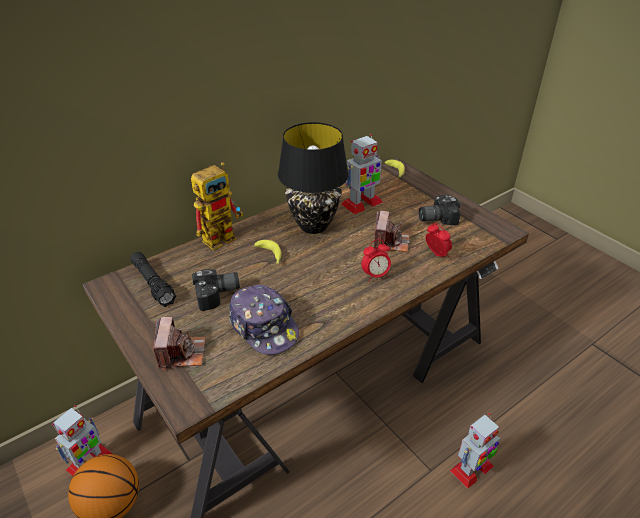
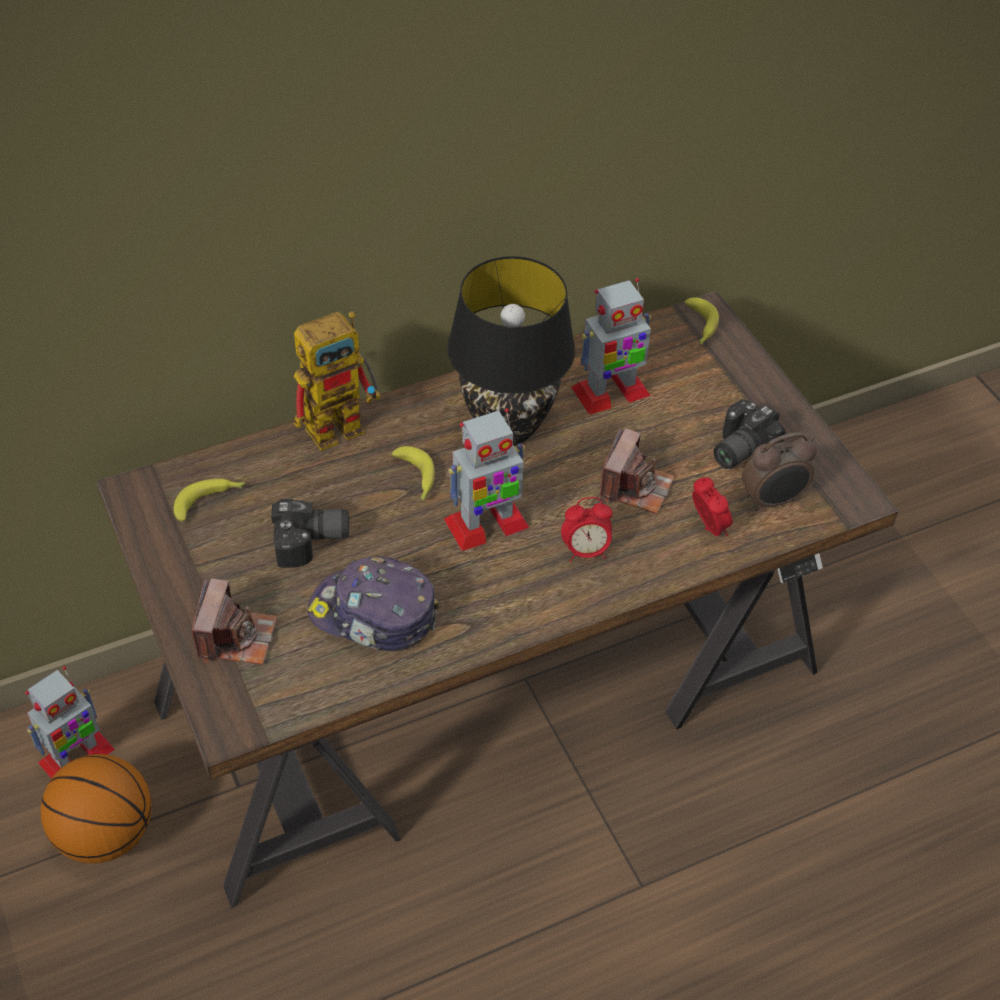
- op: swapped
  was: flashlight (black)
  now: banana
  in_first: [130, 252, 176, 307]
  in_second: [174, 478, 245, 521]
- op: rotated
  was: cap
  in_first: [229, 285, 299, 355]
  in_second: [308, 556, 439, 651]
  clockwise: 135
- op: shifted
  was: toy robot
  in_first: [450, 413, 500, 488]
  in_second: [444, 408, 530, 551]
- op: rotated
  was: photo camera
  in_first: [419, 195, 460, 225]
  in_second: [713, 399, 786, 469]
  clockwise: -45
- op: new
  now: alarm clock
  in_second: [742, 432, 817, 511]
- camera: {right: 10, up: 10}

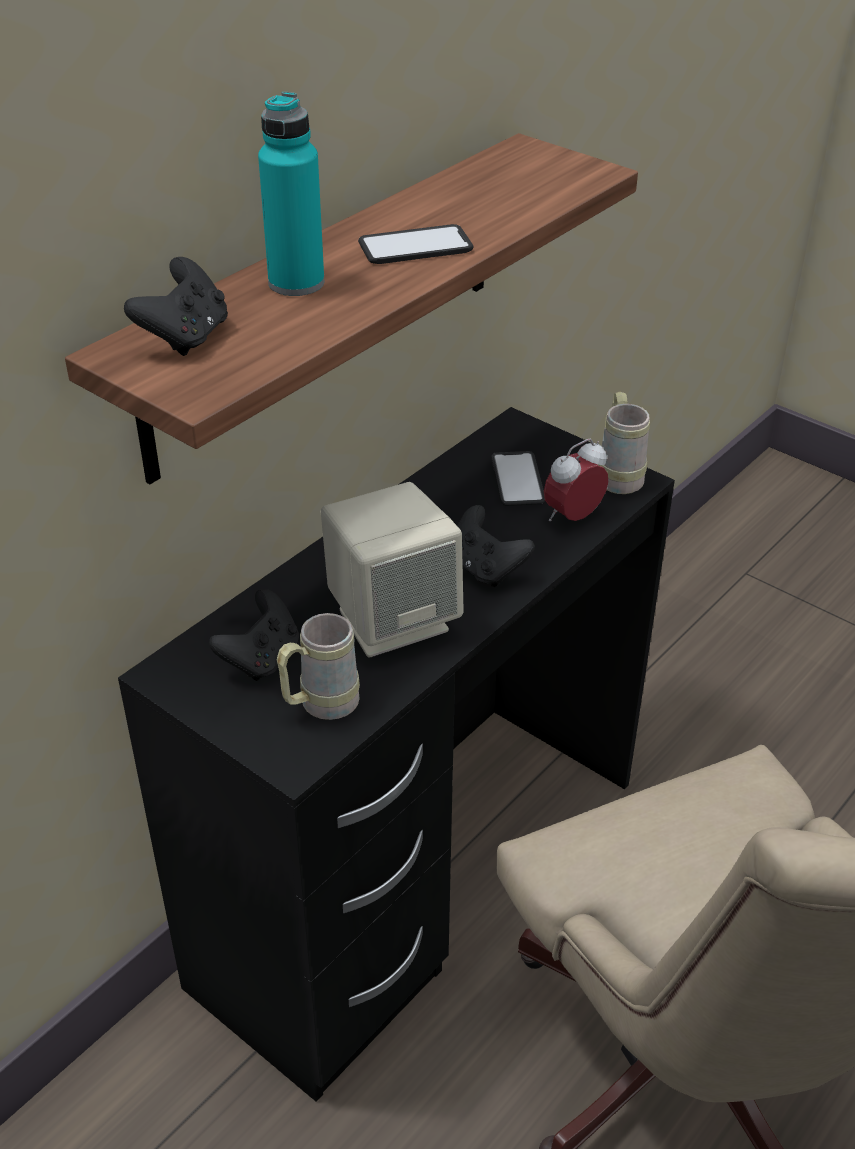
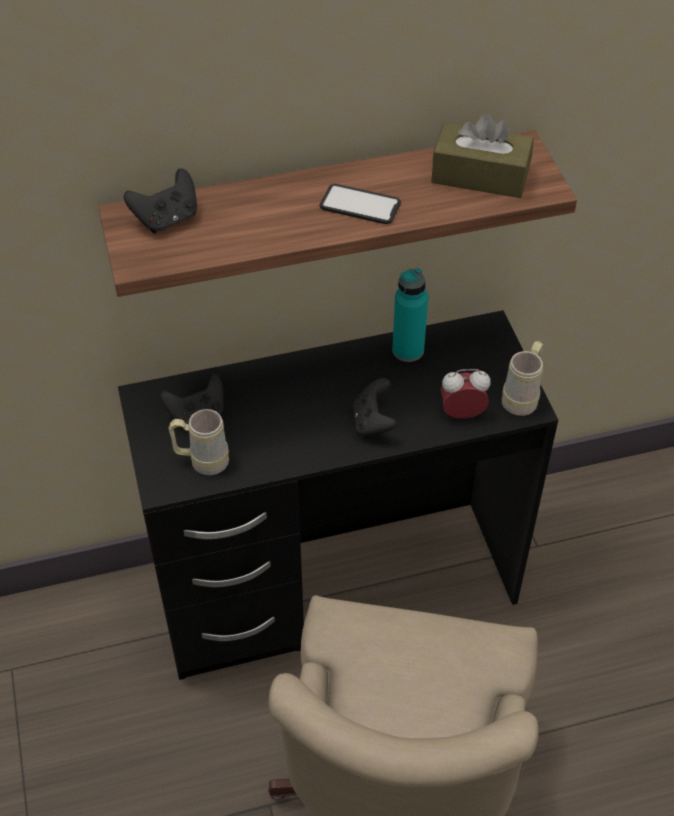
- op: shifted
  was: bottle (turquoise)
  in_first: [258, 92, 324, 296]
  in_second: [392, 268, 428, 362]
- op: new
  now: tissue box (brown)
  in_second: [431, 113, 534, 198]
- op: gone
  was: speaker (beige)
  in_first: [321, 482, 464, 657]
- op: gone
  was: phone
  in_first: [491, 451, 545, 506]
- camera: {right: 35, up: 10}

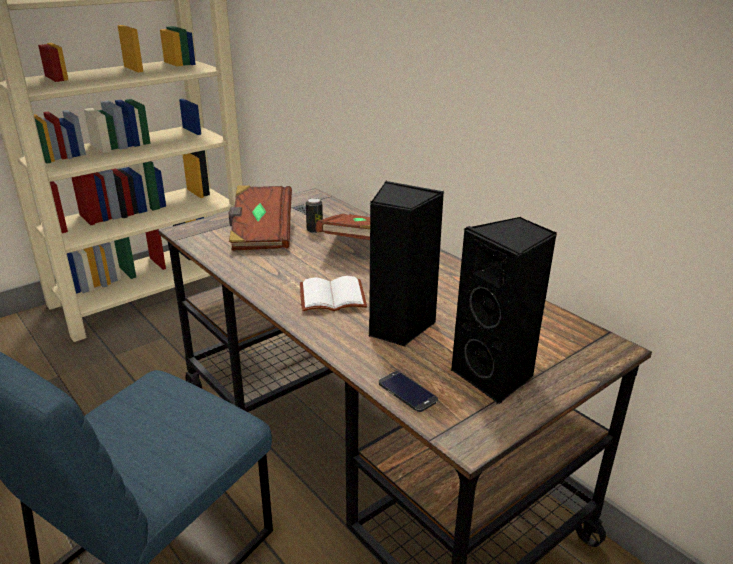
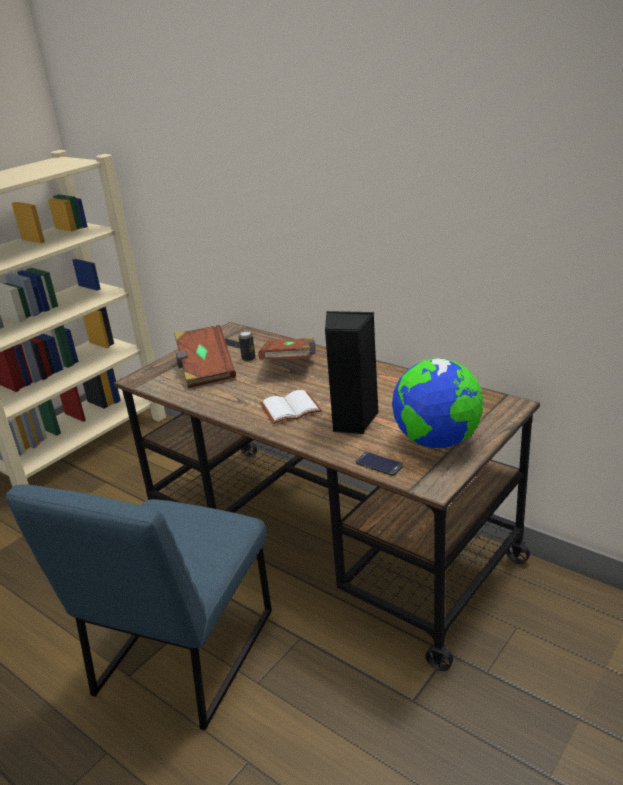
- op: swapped
  was: speaker (black)
  now: globe
  in_first: [451, 217, 557, 405]
  in_second: [392, 358, 483, 448]
- camera: {right: -10, up: 0}

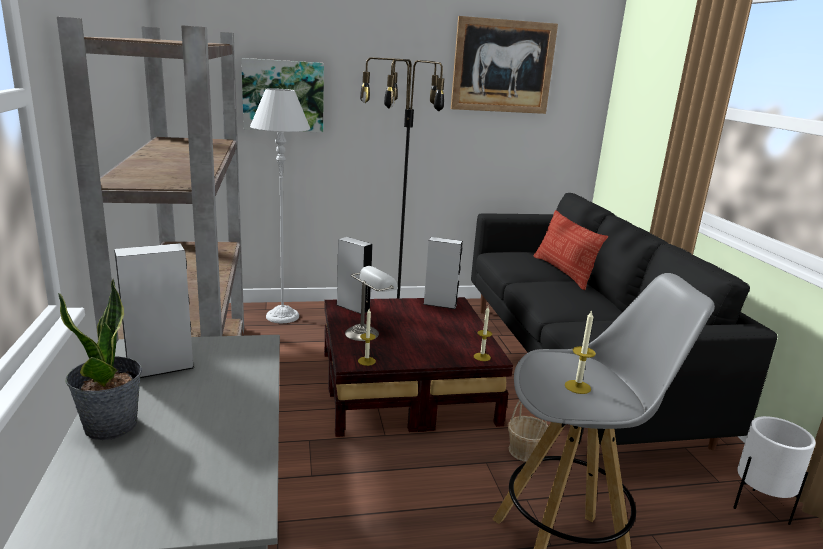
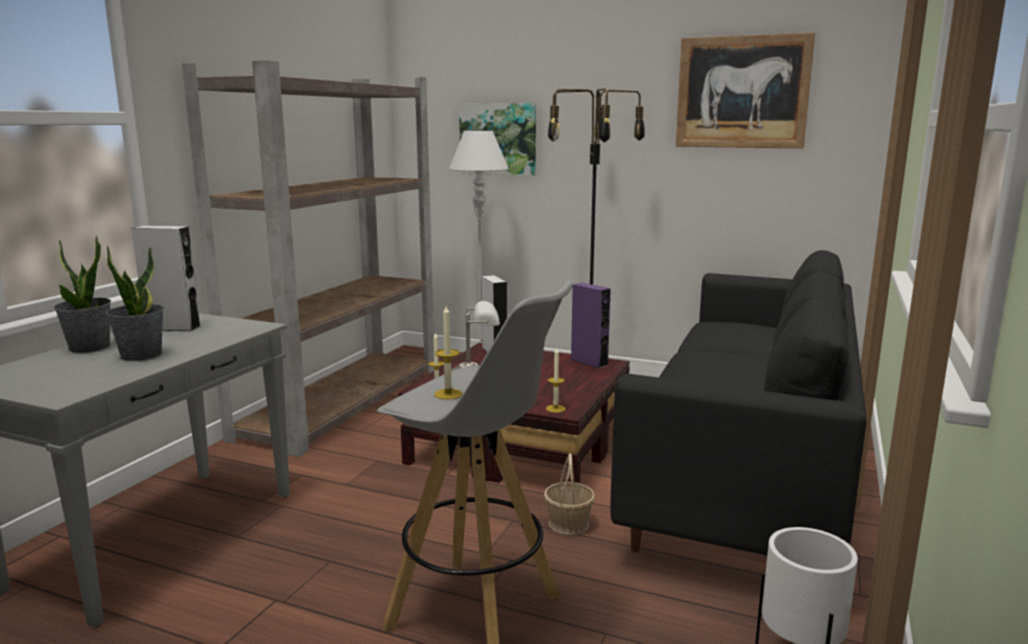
- op: new
  now: potted plant
  in_second: [106, 246, 164, 361]
- op: repainted
  was: speaker (grey)
  now: speaker (purple)
  in_first: [423, 237, 463, 309]
  in_second: [571, 283, 611, 369]
- op: gone
  was: pillow
  in_first: [534, 210, 609, 290]
- camera: {right: 35, up: -5}

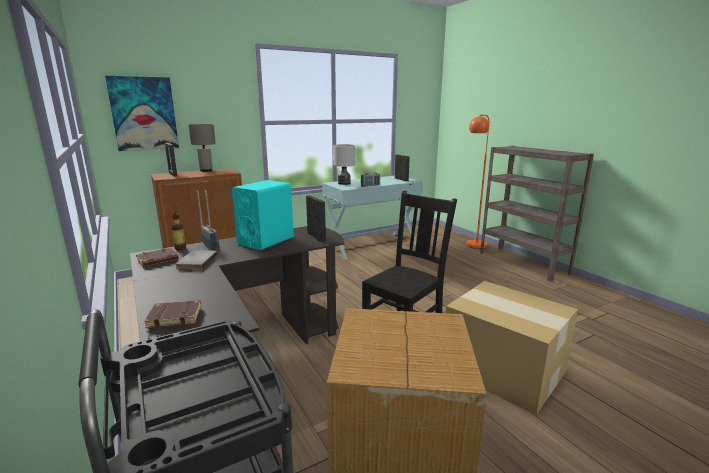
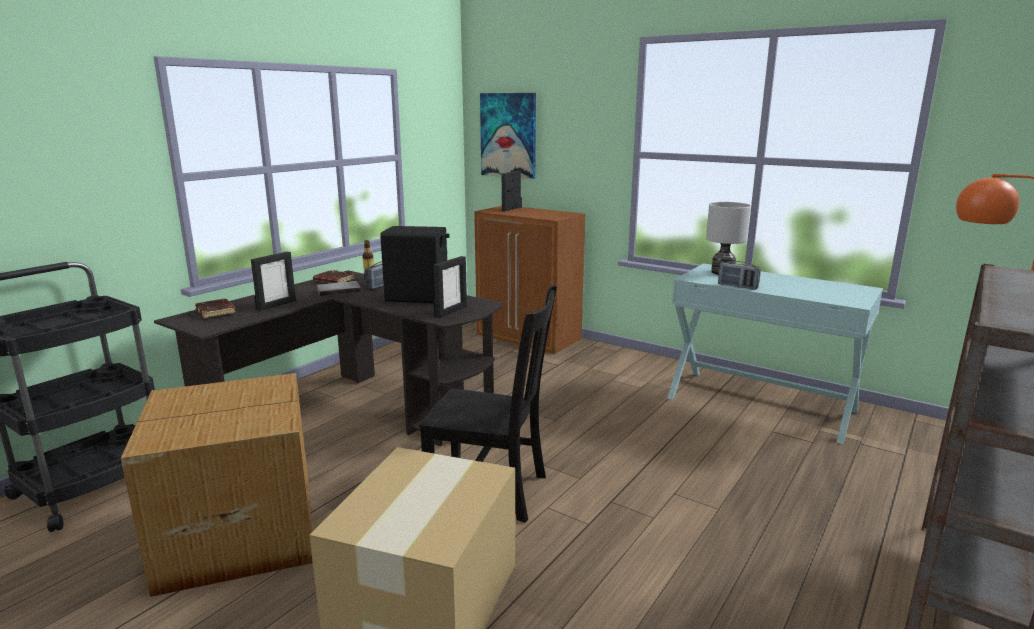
- op: shifted
  was: picture frame
  in_first: [395, 155, 410, 181]
  in_second: [251, 252, 296, 311]
- op: repainted
  was: speaker (turquoise)
  now: speaker (black)
  in_first: [232, 180, 294, 250]
  in_second: [380, 226, 449, 303]
- op: gone
  was: table lamp (grey)
  in_first: [189, 124, 216, 172]
- camera: {right: 65, up: 0}

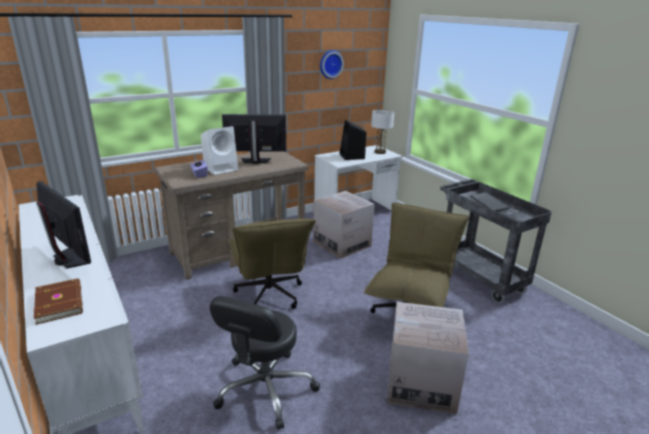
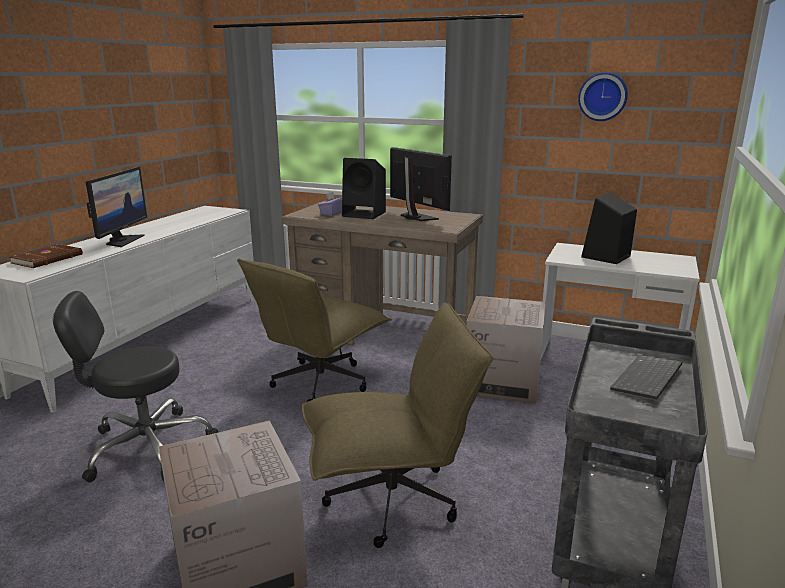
- op: repainted
  was: speaker (white)
  now: speaker (black)
  in_first: [201, 126, 238, 175]
  in_second: [342, 158, 386, 219]
- op: gone
  was: table lamp
  in_first: [371, 109, 394, 154]
- camera: {right: 55, up: -5}

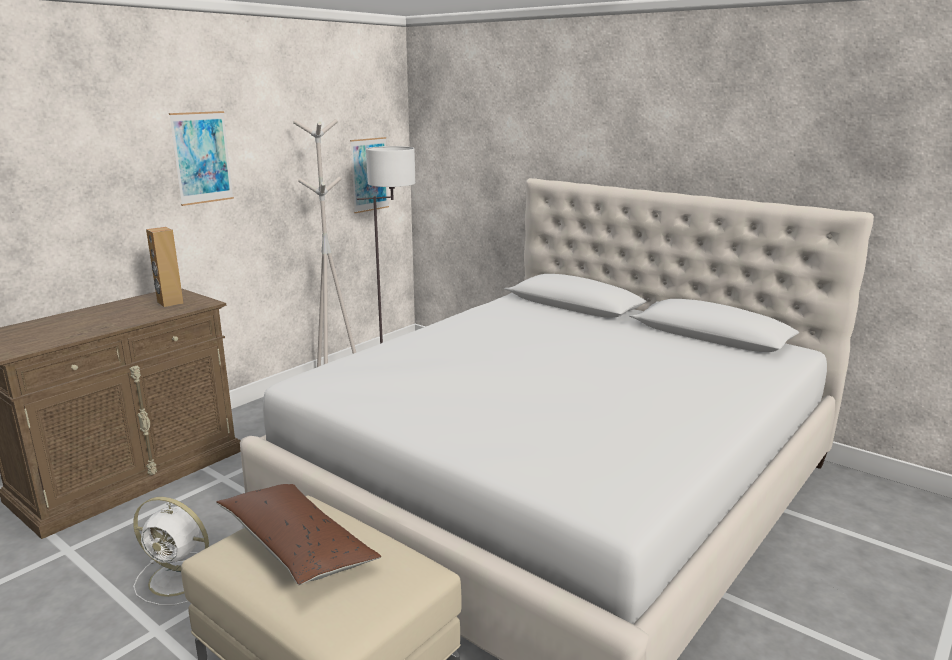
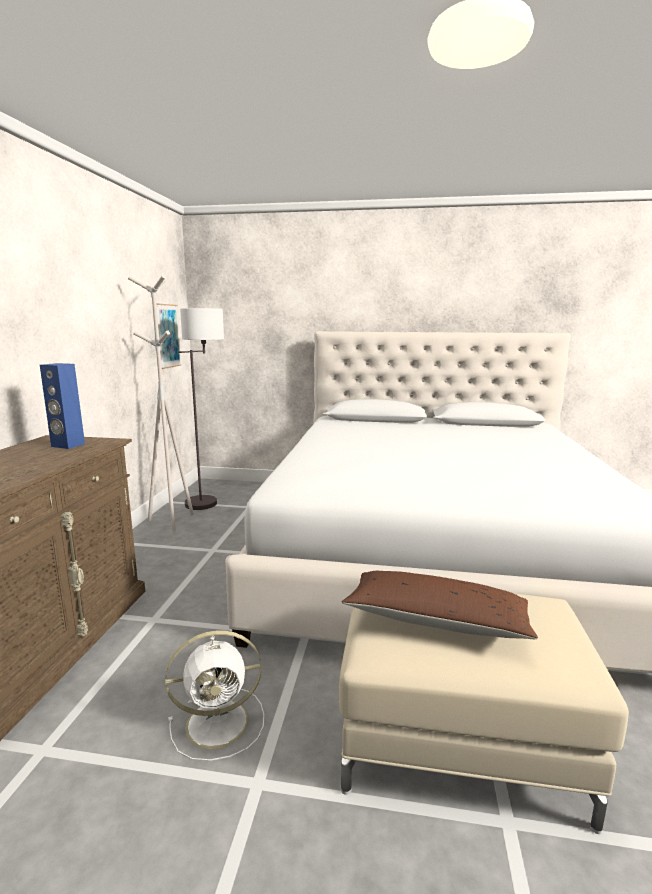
- op: repainted
  was: speaker (brown)
  now: speaker (blue)
  in_first: [146, 227, 184, 307]
  in_second: [40, 363, 85, 449]
- op: gone
  was: picture
  in_first: [169, 111, 234, 206]
- camera: {right: -30, up: -5}

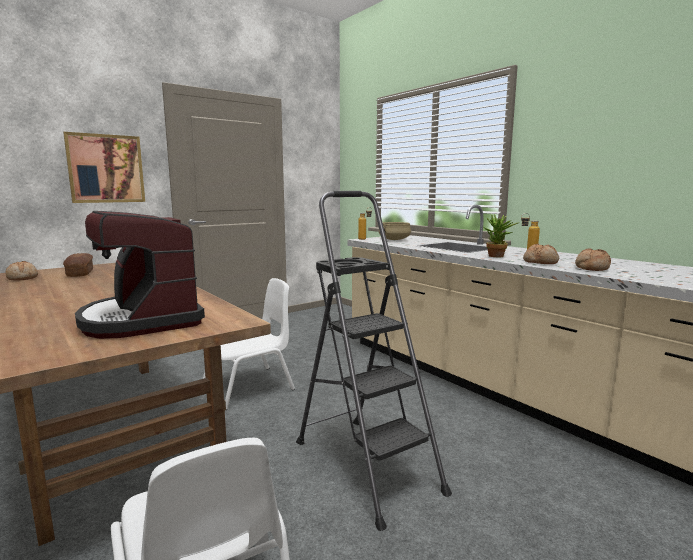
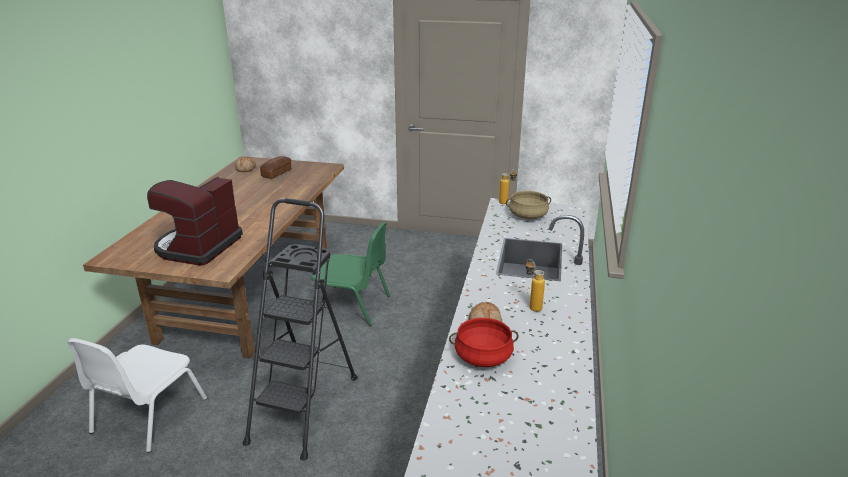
- op: repainted
  was: chair (white)
  now: chair (green)
  in_first: [203, 278, 295, 410]
  in_second: [312, 222, 390, 326]
- op: swapped
  was: bread
  now: cooking pot (red)
  in_first: [575, 249, 611, 271]
  in_second: [449, 318, 519, 367]
- op: gone
  was: picture
  in_first: [63, 132, 145, 203]
- op: gone
  was: potted plant
  in_first: [483, 214, 519, 257]
- camera: {right: 50, up: 15}

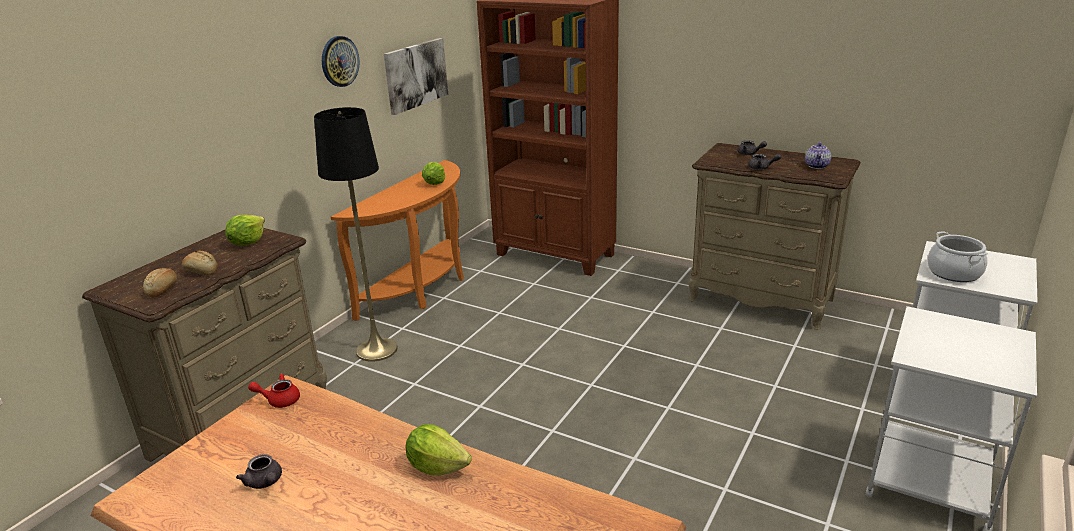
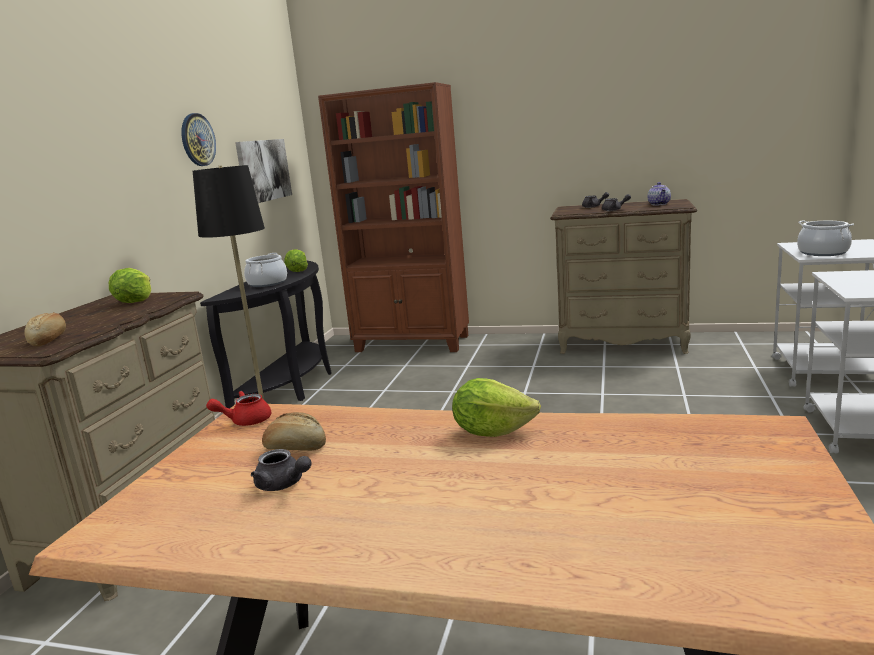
- op: repainted
  was: console table (orange)
  now: console table (black)
  in_first: [331, 160, 464, 321]
  in_second: [200, 261, 332, 408]
- op: new
  now: cooking pot
  in_second: [244, 253, 287, 287]
- op: shifted
  was: bread
  in_first: [182, 251, 218, 275]
  in_second: [262, 412, 326, 451]
- camera: {right: -15, up: -10}

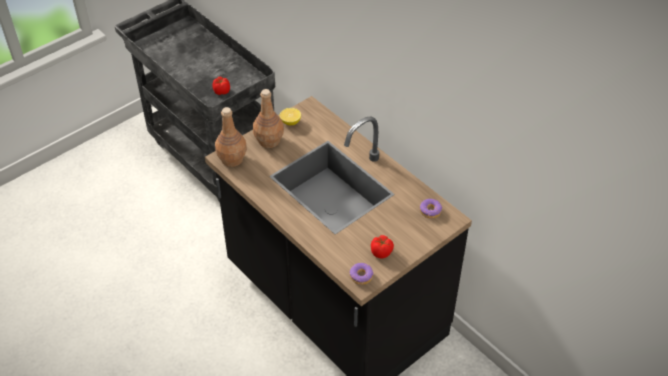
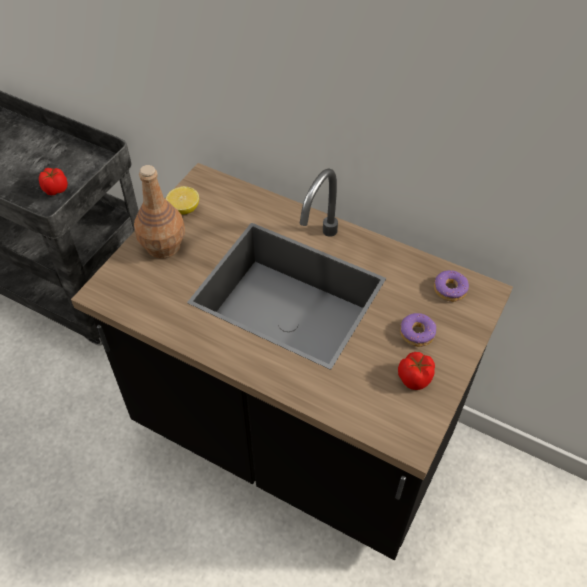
- op: shifted
  was: donut
  in_first: [350, 263, 374, 285]
  in_second: [400, 313, 436, 347]
- op: gone
  was: bottle (brown)
  in_first: [215, 107, 247, 167]
- camera: {right: -20, up: 5}

